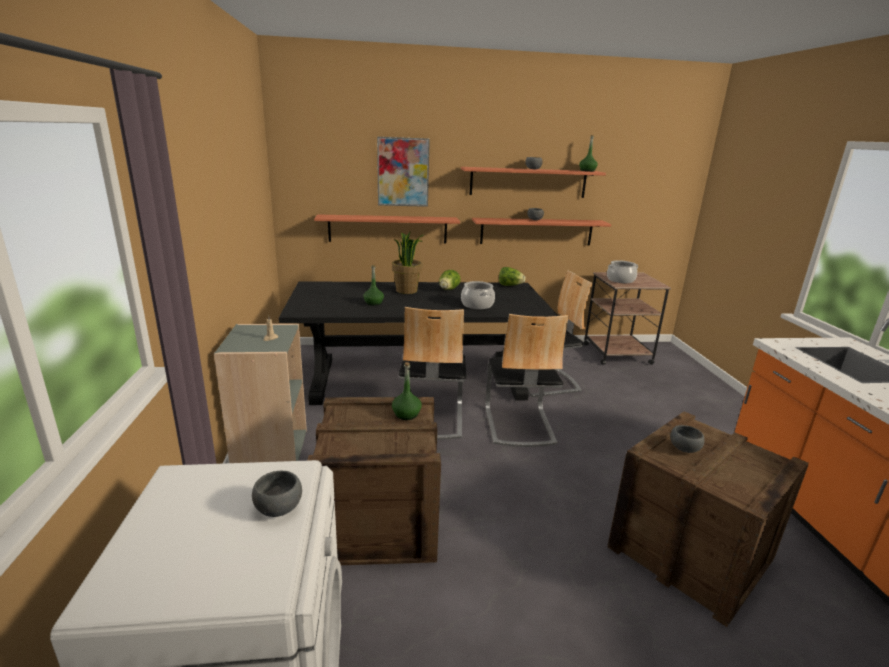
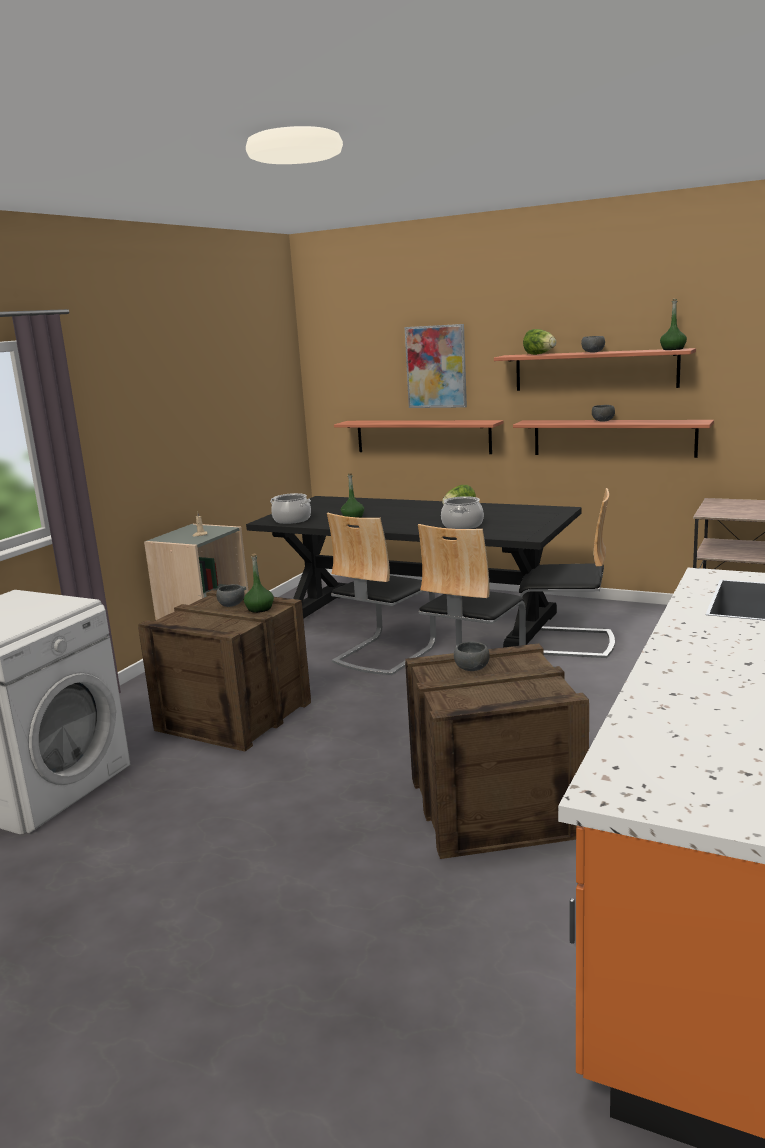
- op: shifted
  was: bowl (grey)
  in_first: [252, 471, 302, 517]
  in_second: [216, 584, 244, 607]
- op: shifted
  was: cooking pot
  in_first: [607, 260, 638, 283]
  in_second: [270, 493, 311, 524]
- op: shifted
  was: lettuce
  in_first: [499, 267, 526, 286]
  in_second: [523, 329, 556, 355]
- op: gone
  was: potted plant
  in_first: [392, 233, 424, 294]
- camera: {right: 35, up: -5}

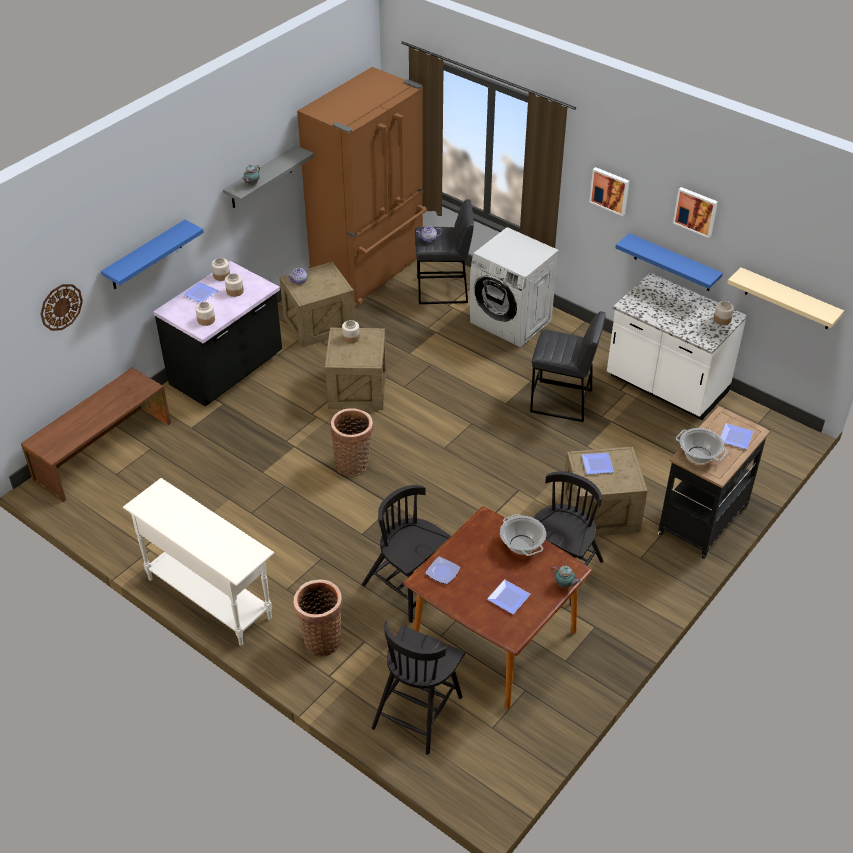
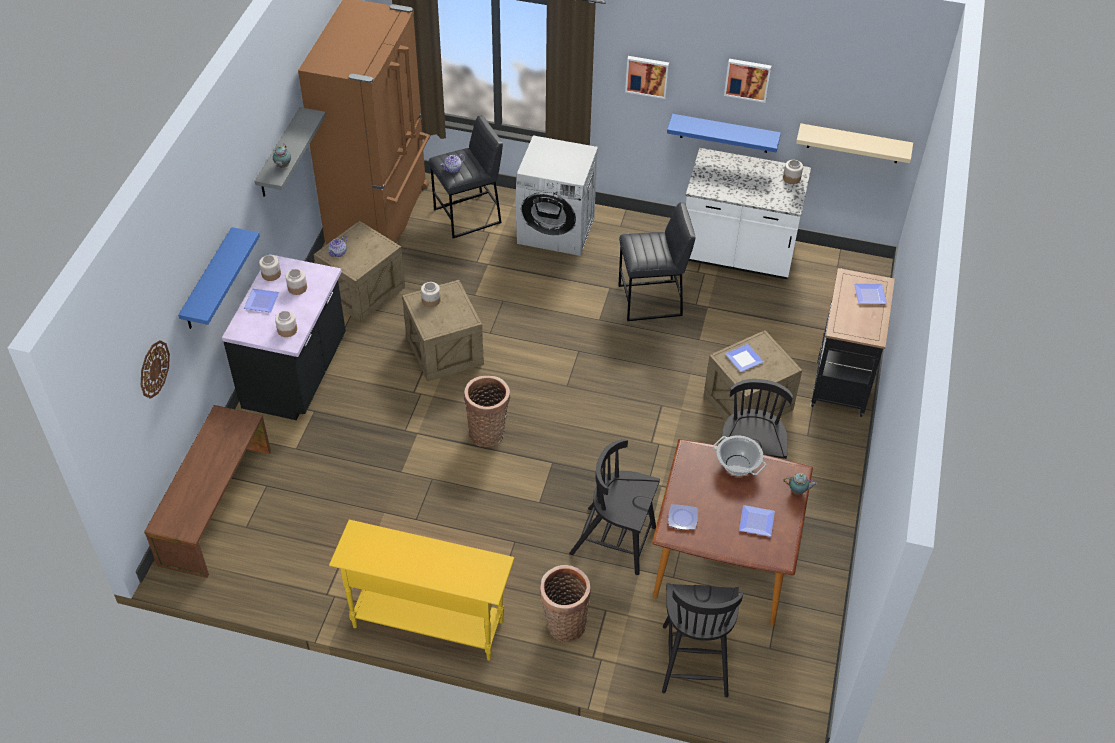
- op: repainted
  was: console table (white)
  now: console table (yellow)
  in_first: [123, 478, 274, 646]
  in_second: [329, 520, 515, 661]
- op: gone
  was: cooking pot
  in_first: [676, 428, 728, 464]
- camera: {right: -25, up: 5}

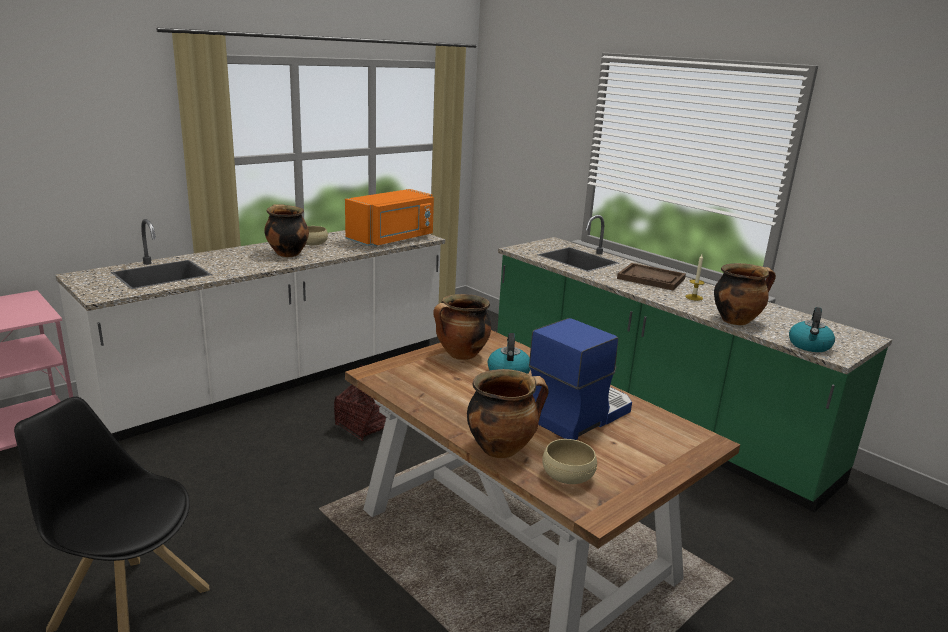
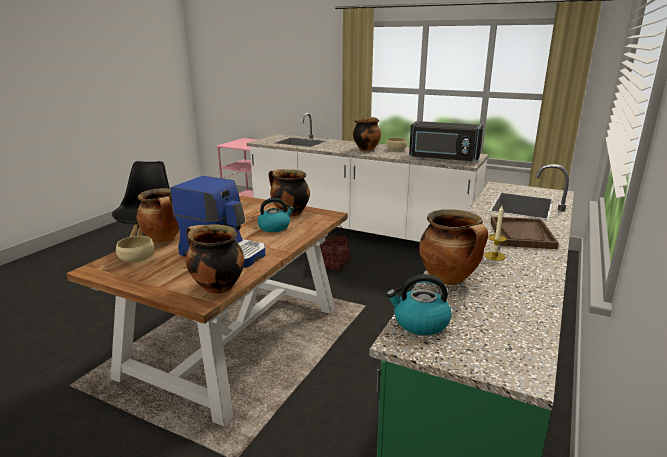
- op: new
  now: cooking pot
  in_second: [186, 224, 245, 294]
- op: repainted
  was: microwave (orange)
  now: microwave (black)
  in_first: [345, 189, 434, 246]
  in_second: [409, 121, 483, 163]
- camera: {right: 70, up: 0}

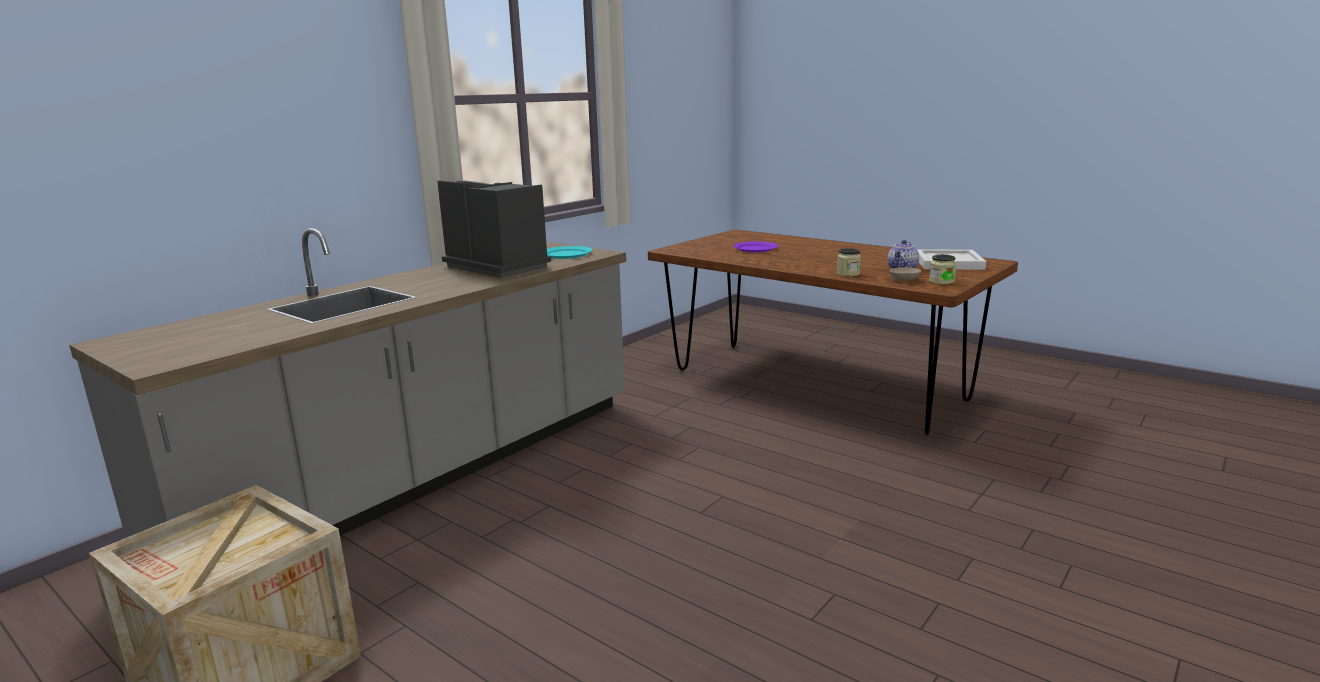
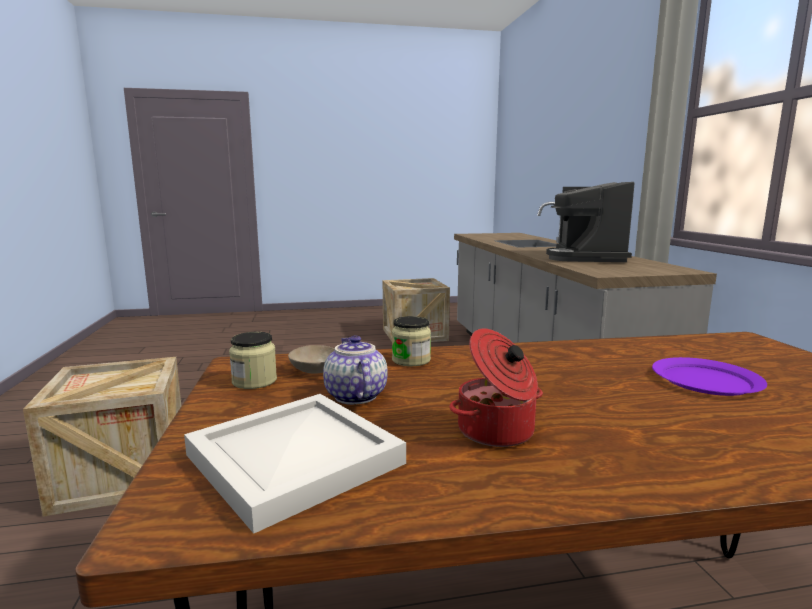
- op: new
  now: crate
  in_second: [23, 357, 181, 517]
- op: new
  now: cooking pot
  in_second: [449, 328, 543, 447]
- op: rotated
  was: coffee machine
  in_first: [438, 180, 551, 278]
  in_second: [546, 182, 635, 262]
  clockwise: 105
- op: gone
  was: plate (turquoise)
  in_first: [547, 246, 592, 259]
- camera: {right: 130, up: -5}

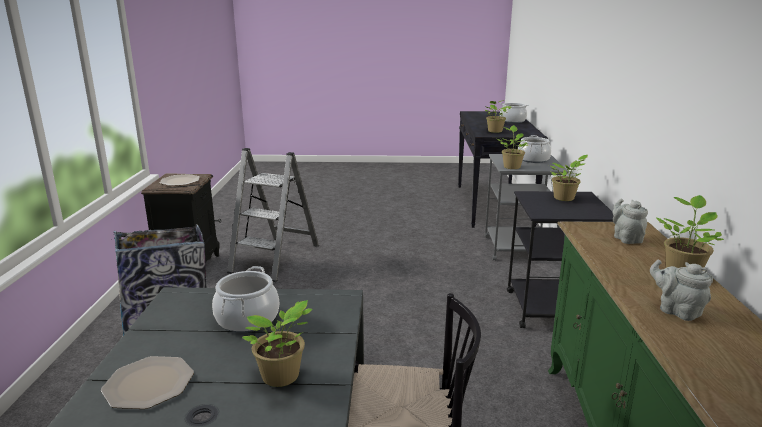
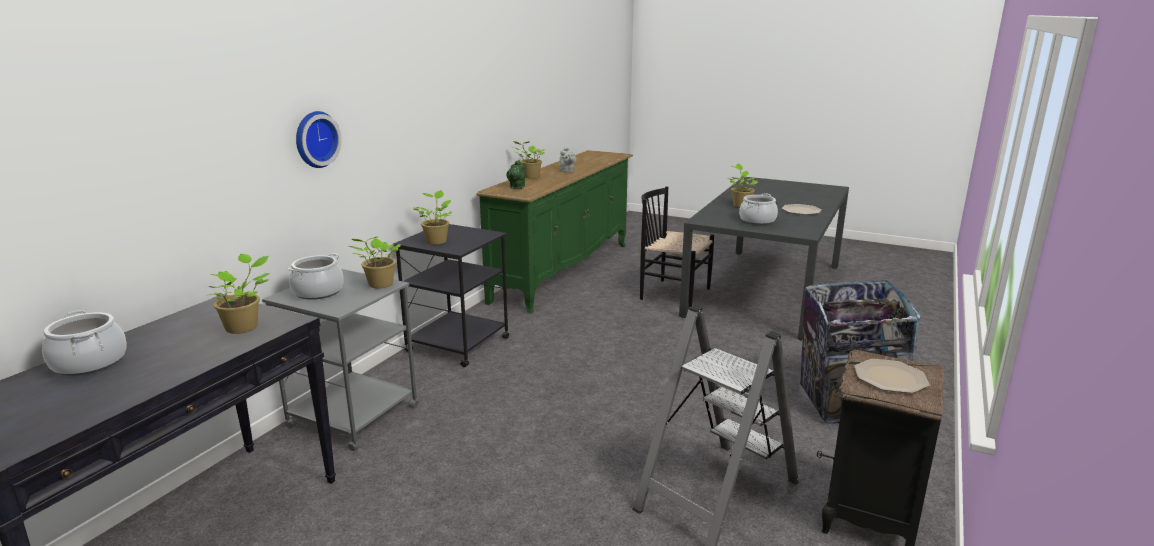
- op: new
  now: wall clock
  in_second: [296, 111, 342, 168]
- op: repainted
  was: teapot (grey)
  now: teapot (green)
  in_first: [613, 199, 648, 244]
  in_second: [507, 160, 526, 189]
- camera: {right: -155, up: 0}

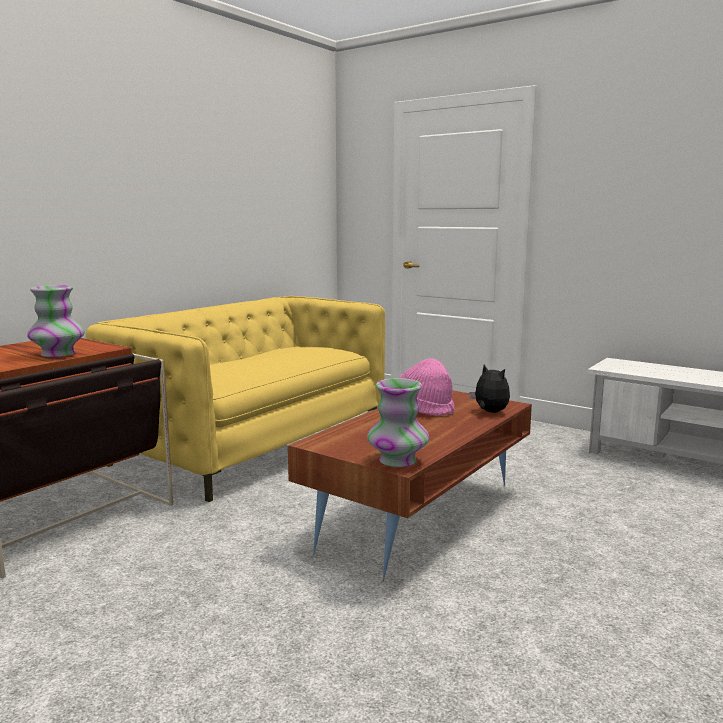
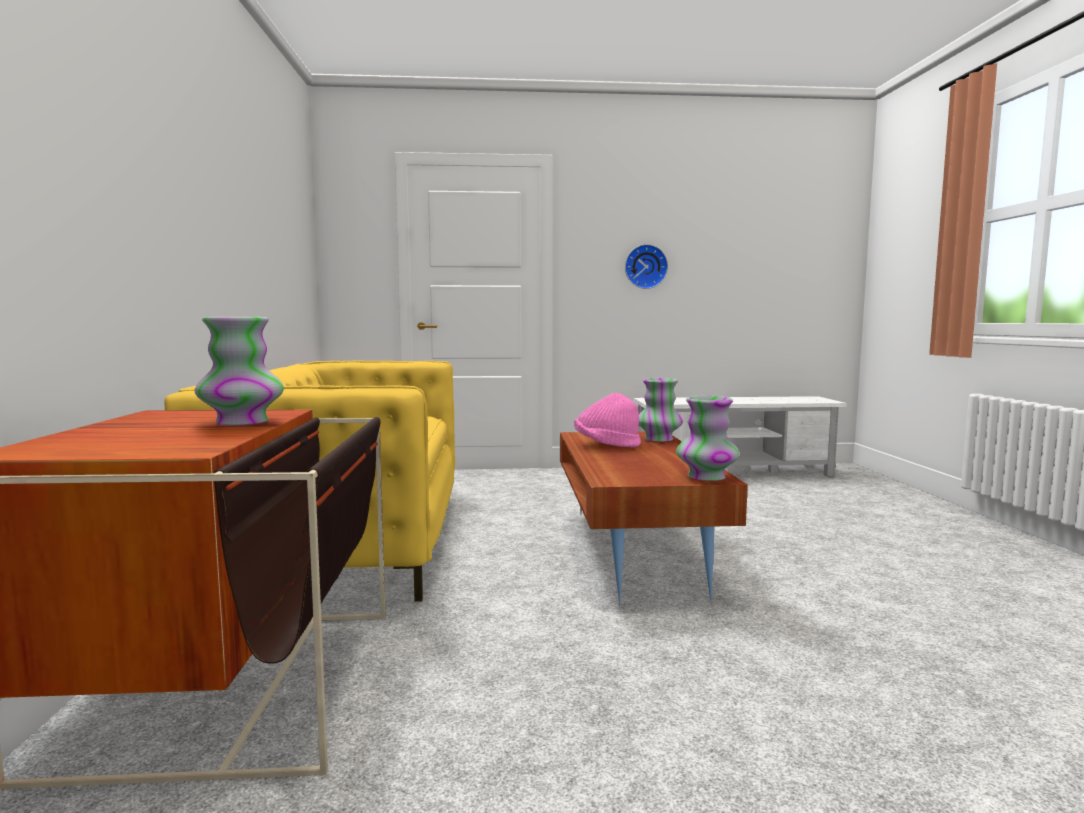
- op: new
  now: wall clock
  in_second: [625, 244, 668, 289]
- op: swapped
  was: plush toy
  now: vase
  in_first: [469, 364, 510, 413]
  in_second: [639, 378, 683, 442]
- camera: {right: -40, up: -5}

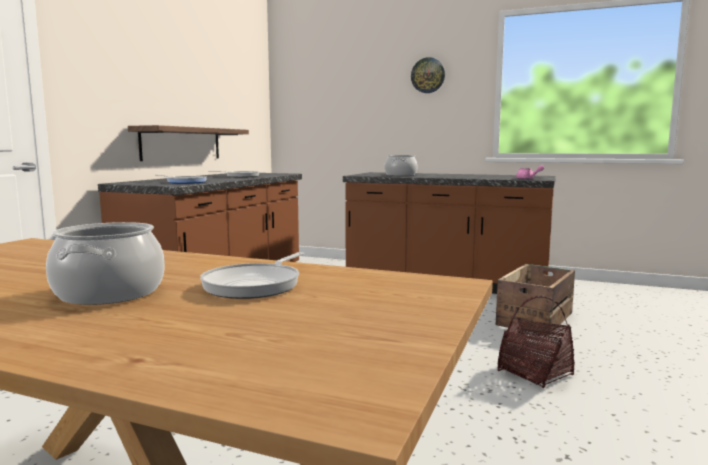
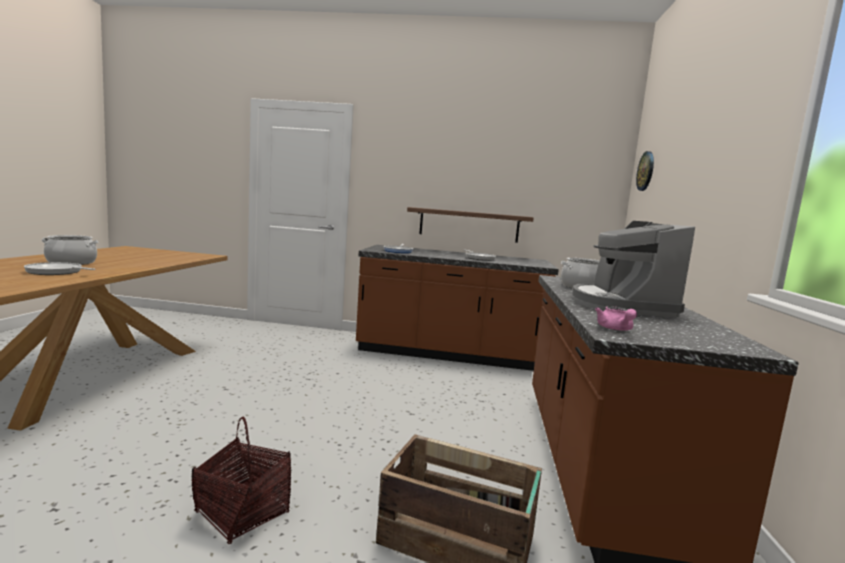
- op: new
  now: coffee machine
  in_second: [572, 221, 695, 318]
- op: shifted
  was: wall clock
  in_first: [411, 57, 445, 93]
  in_second: [636, 151, 654, 191]
- camera: {right: 75, up: 0}

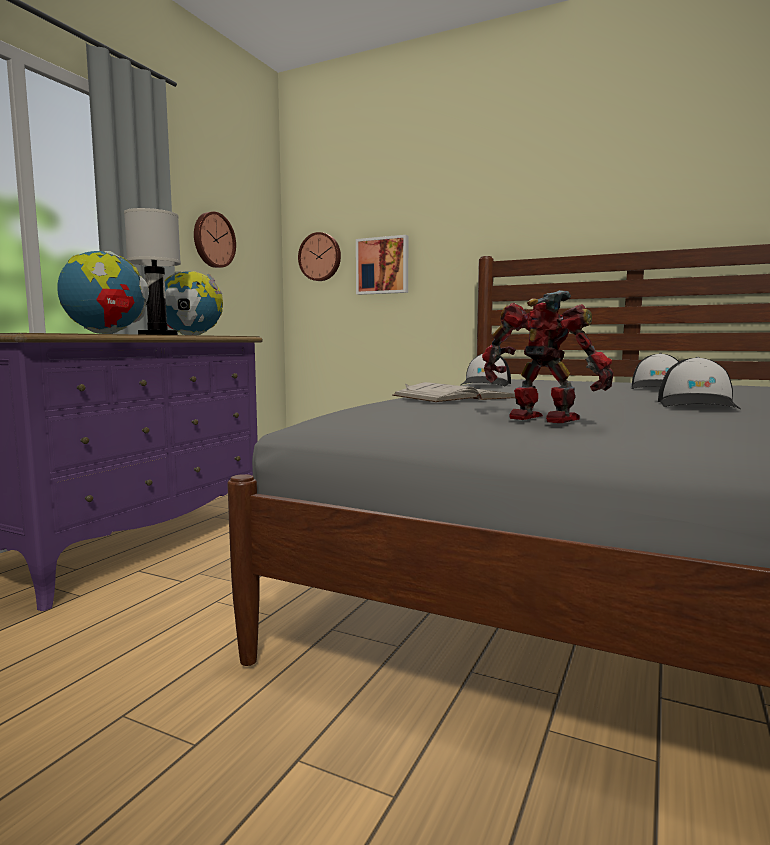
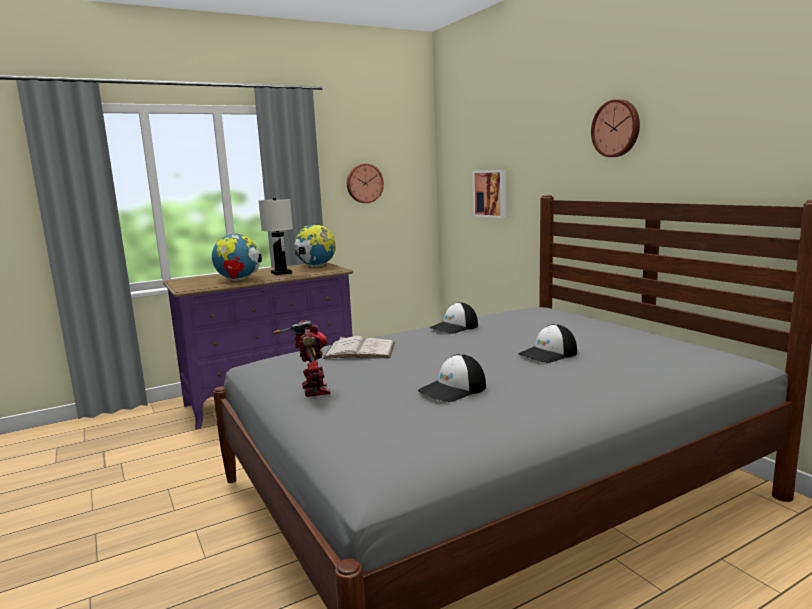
- op: shifted
  was: wall clock
  in_first: [298, 232, 341, 281]
  in_second: [591, 99, 640, 157]
- camera: {right: 35, up: 5}

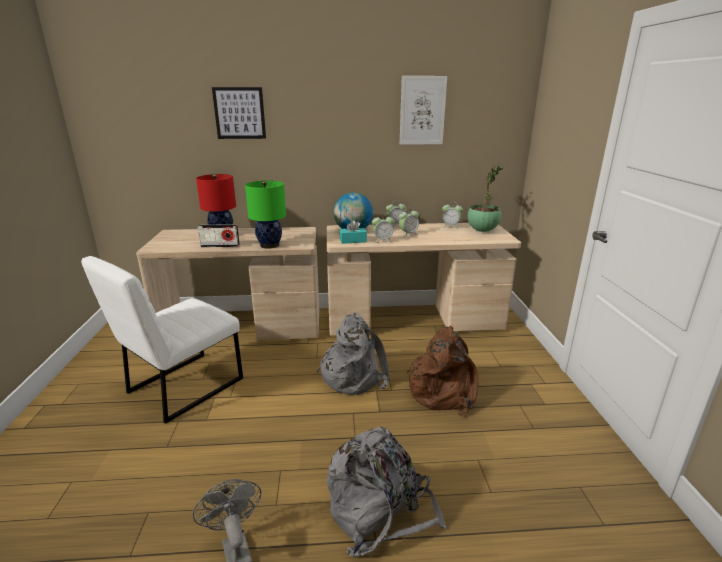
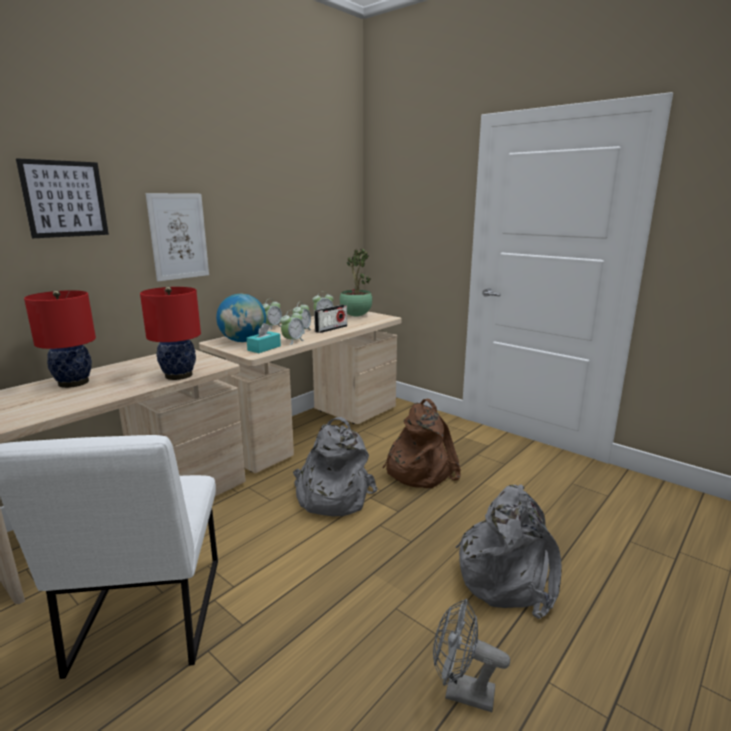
- op: repainted
  was: table lamp (green)
  now: table lamp (red)
  in_first: [245, 181, 286, 249]
  in_second: [140, 287, 201, 380]
- op: shifted
  was: picture
  in_first: [400, 76, 447, 145]
  in_second: [146, 193, 209, 282]
- op: shifted
  was: radio
  in_first: [198, 224, 240, 247]
  in_second: [314, 305, 347, 333]
- camera: {right: -45, up: -5}

